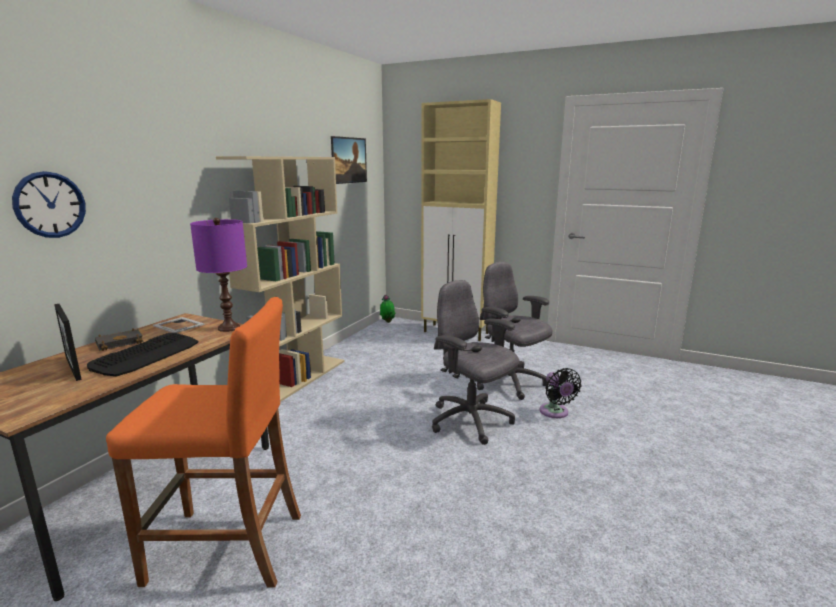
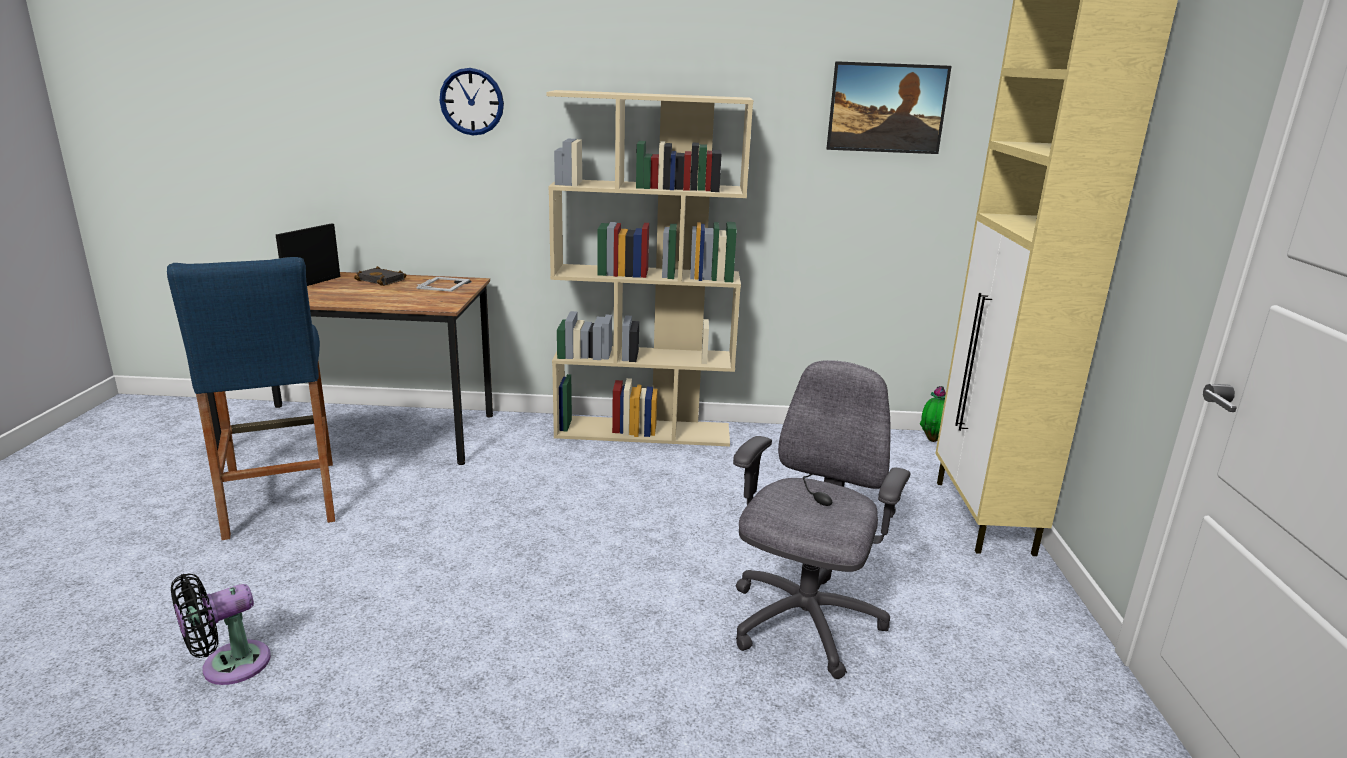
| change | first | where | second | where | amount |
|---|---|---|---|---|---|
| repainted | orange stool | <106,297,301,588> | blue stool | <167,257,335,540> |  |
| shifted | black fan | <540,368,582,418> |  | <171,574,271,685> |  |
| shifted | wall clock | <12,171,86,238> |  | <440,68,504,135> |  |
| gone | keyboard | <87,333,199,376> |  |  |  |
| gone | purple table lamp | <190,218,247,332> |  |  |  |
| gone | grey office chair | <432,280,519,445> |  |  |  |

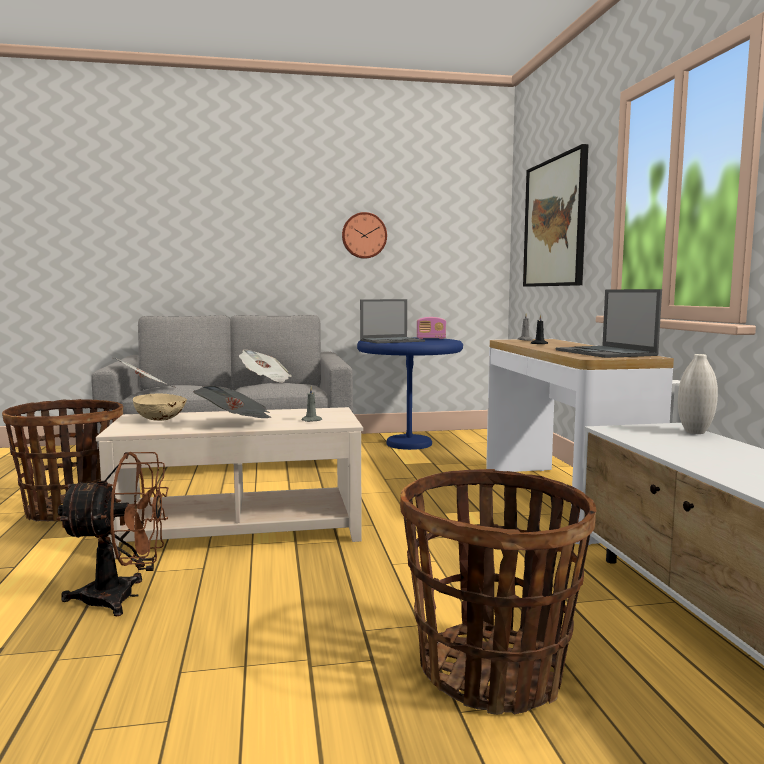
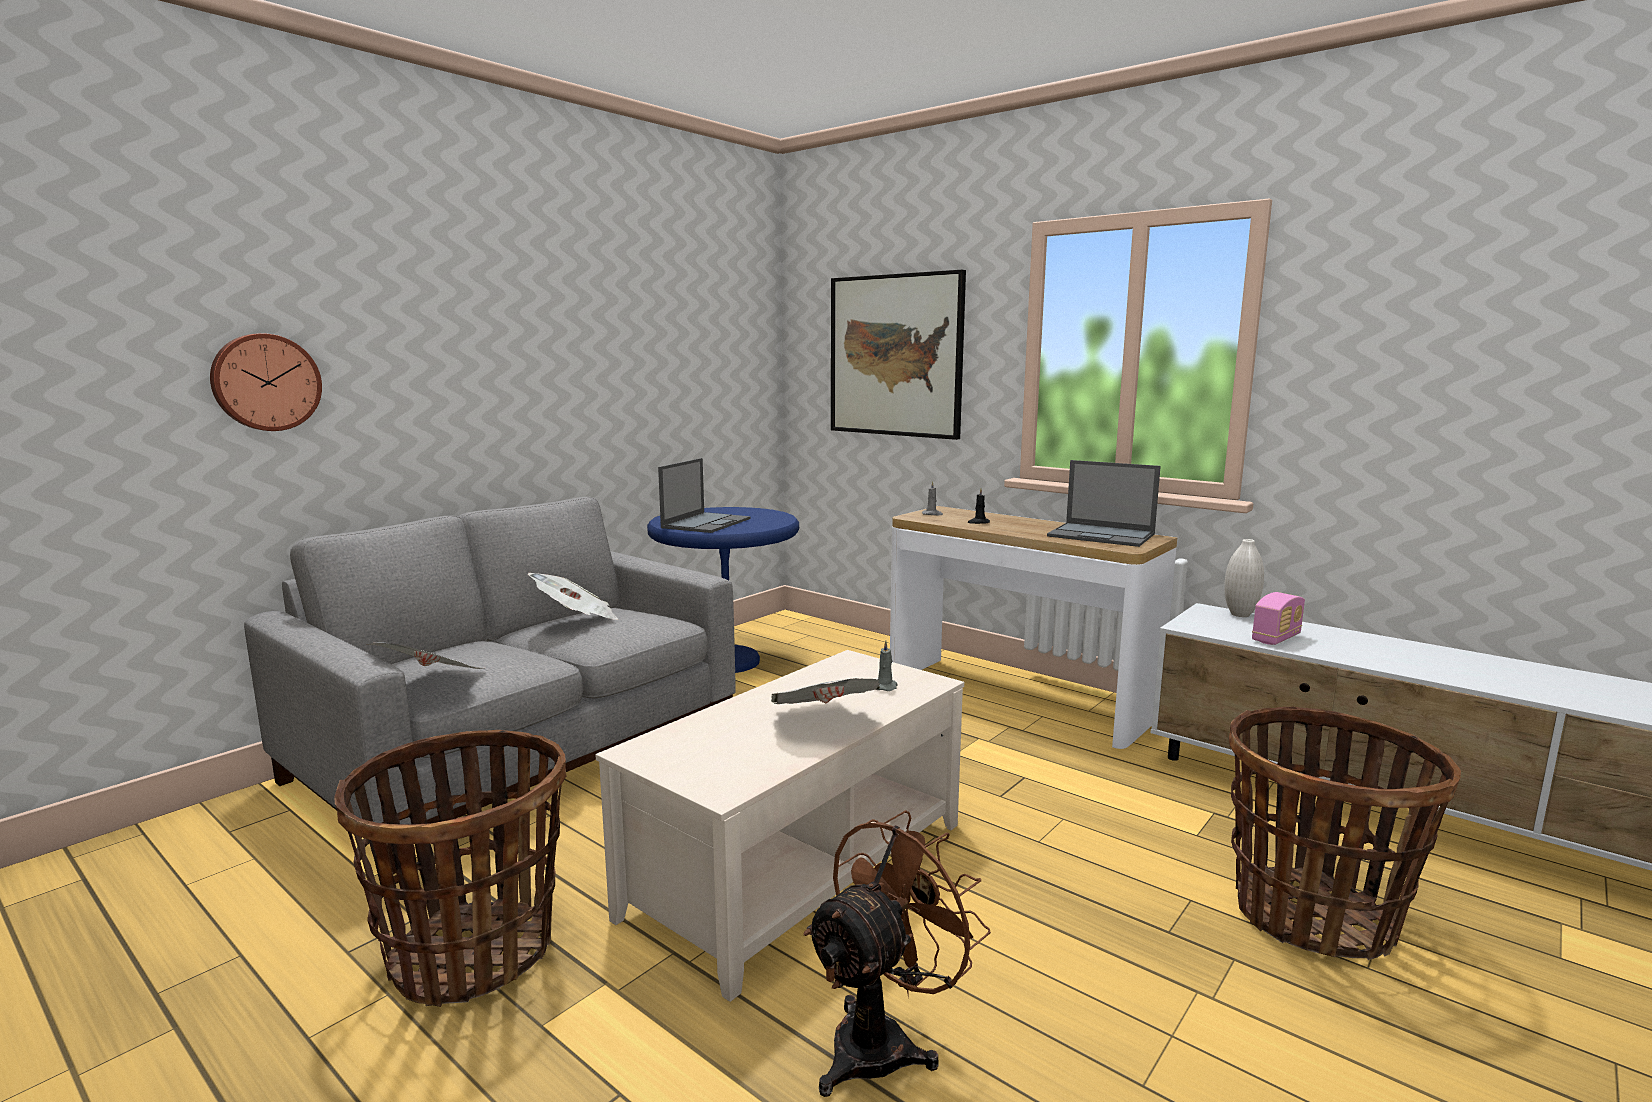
| change | first | where | second | where | amount |
|---|---|---|---|---|---|
| shifted | wall clock | <342,212,387,259> |  | <210,333,322,431> |  |
| shifted | radio | <416,317,446,339> |  | <1252,592,1305,645> |  |
| gone | beige bowl | <133,394,187,421> |  |  |  |

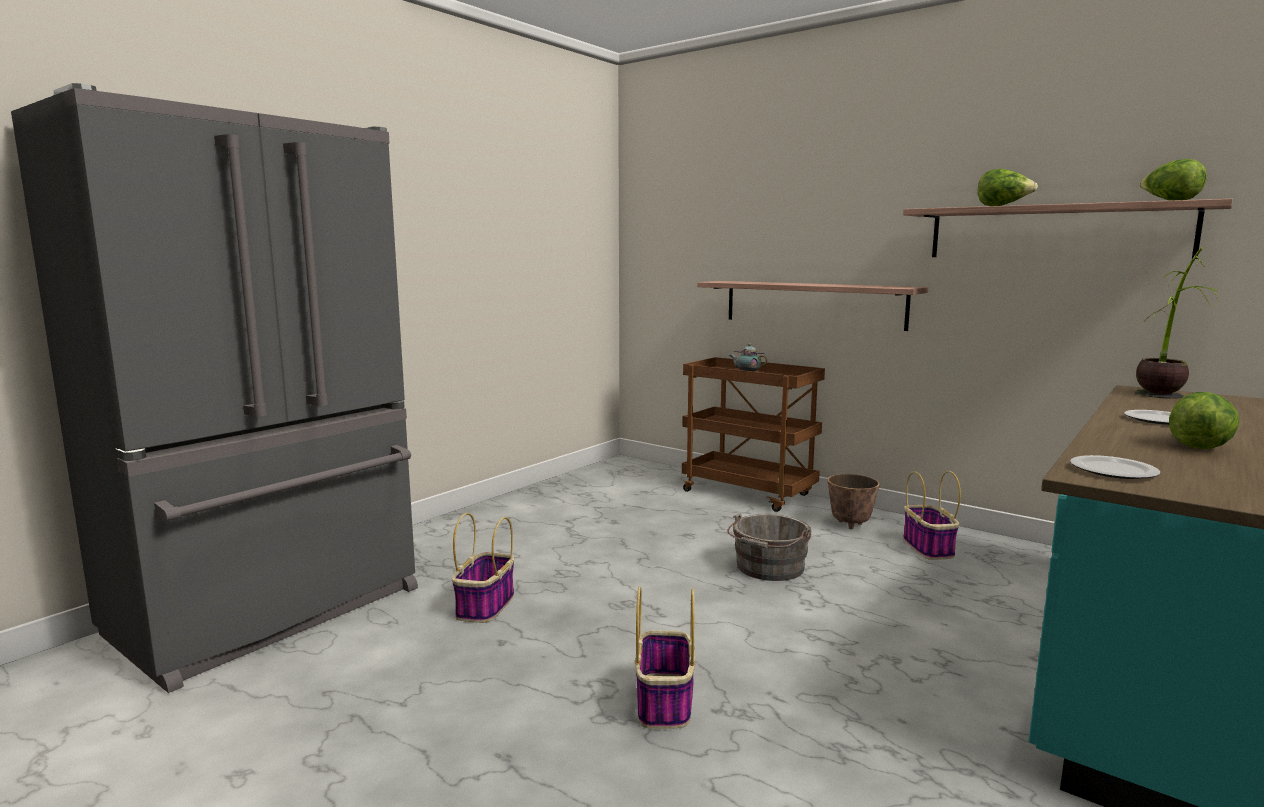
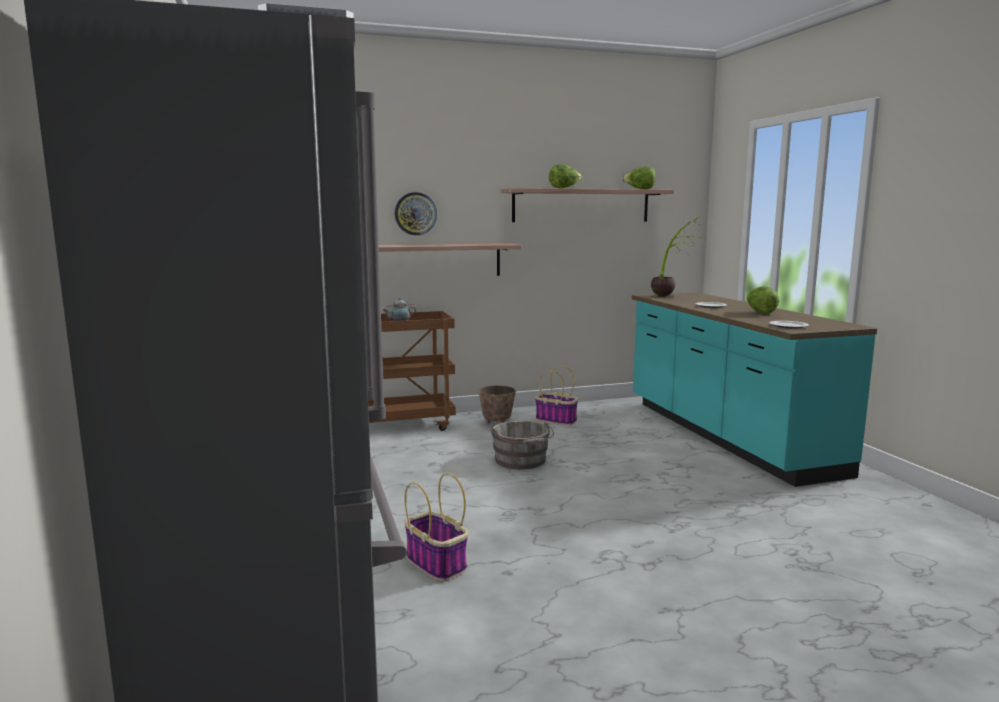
| change | first | where | second | where | amount |
|---|---|---|---|---|---|
| new |  |  | wall clock | <395,192,437,235> |  |
| gone | basket | <635,586,695,729> |  |  |  |

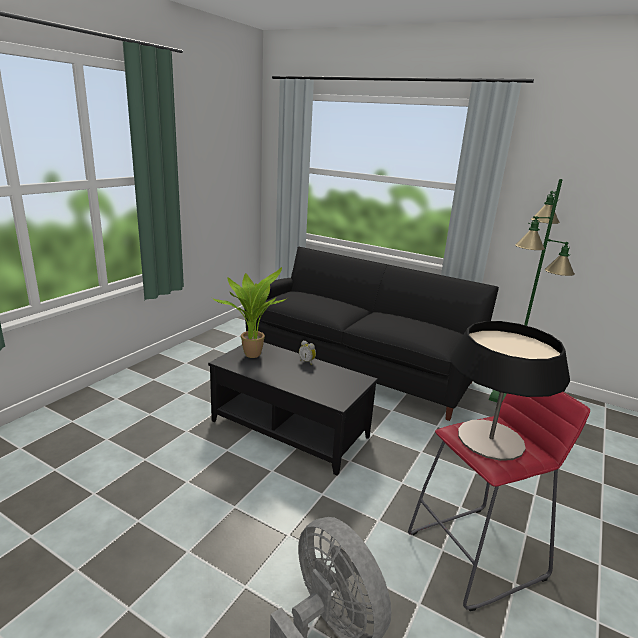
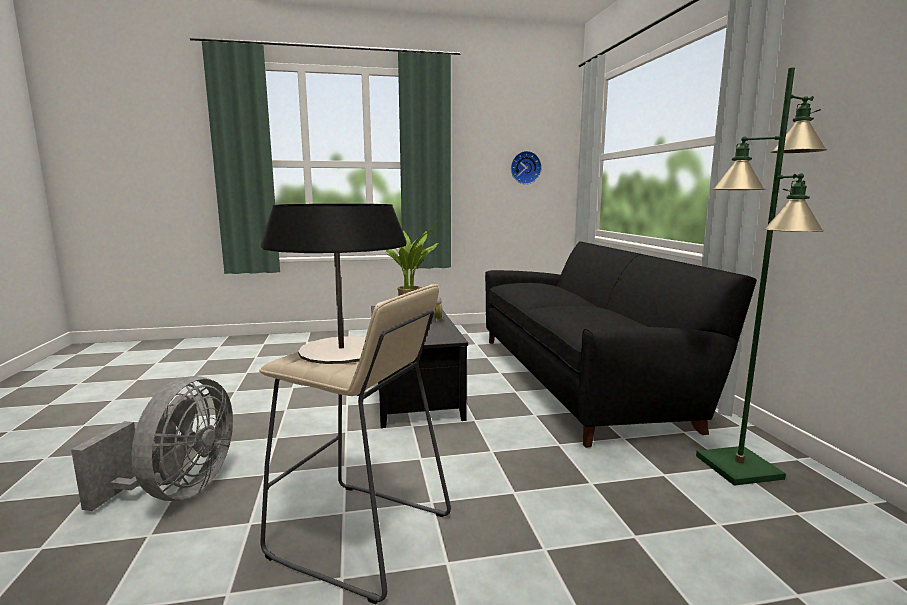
| change | first | where | second | where | amount |
|---|---|---|---|---|---|
| repainted | red stool | <408,392,590,611> | beige stool | <259,284,451,604> |  |
| new |  |  | wall clock | <511,151,542,184> |  |

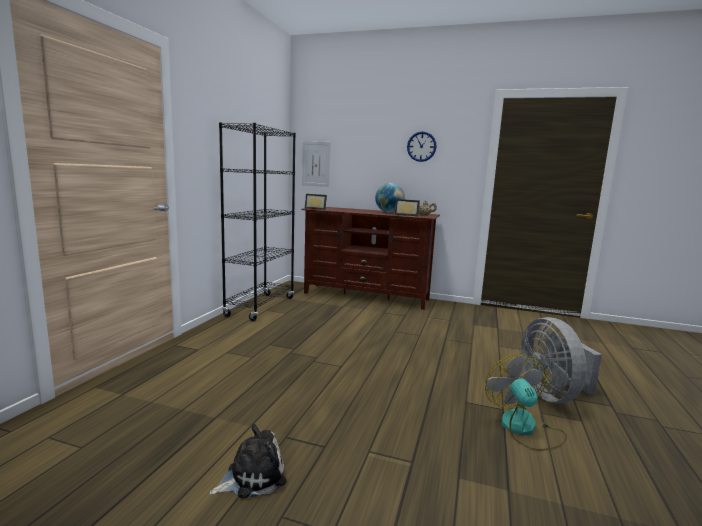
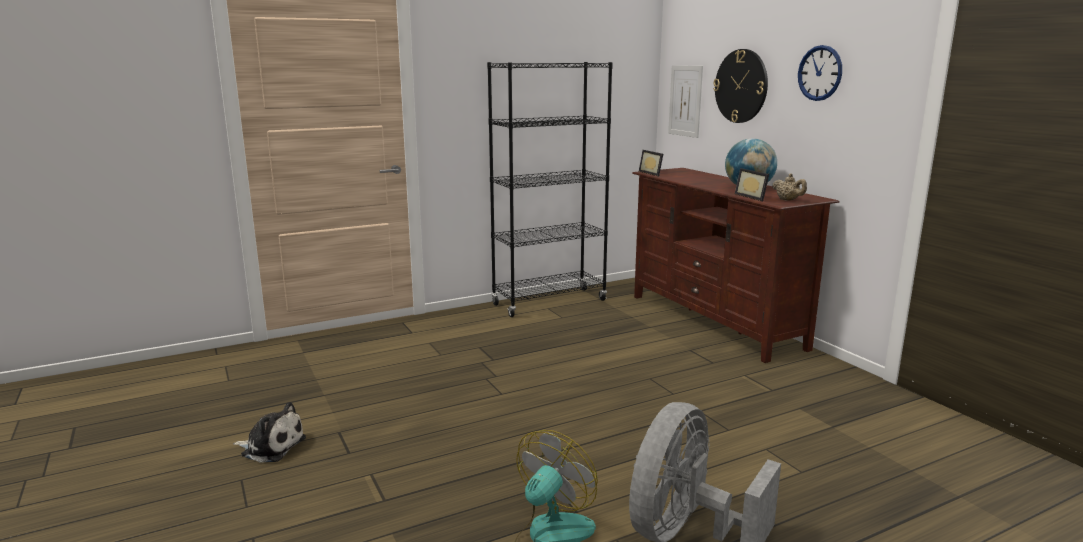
| change | first | where | second | where | amount |
|---|---|---|---|---|---|
| new |  |  | wall clock | <713,49,768,123> |  |

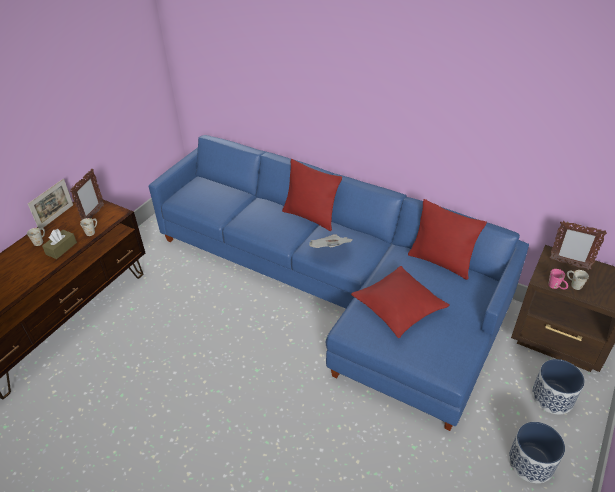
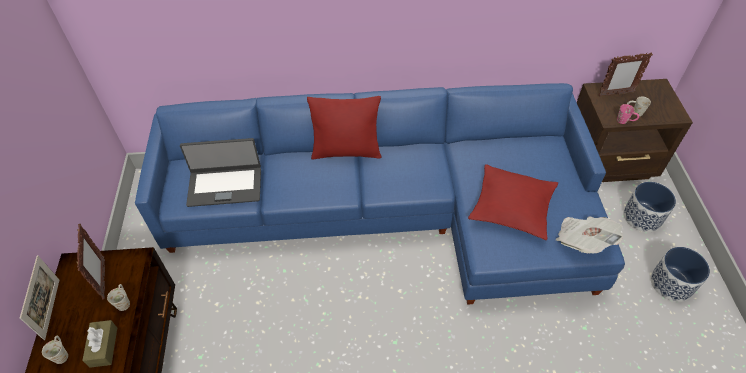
| change | first | where | second | where | amount |
|---|---|---|---|---|---|
| new |  |  | laptop | <180,138,261,207> |  |
| shifted | newspaper | <309,234,353,248> |  | <556,217,623,253> |  |
| gone | red pillow | <408,199,487,280> |  |  |  |

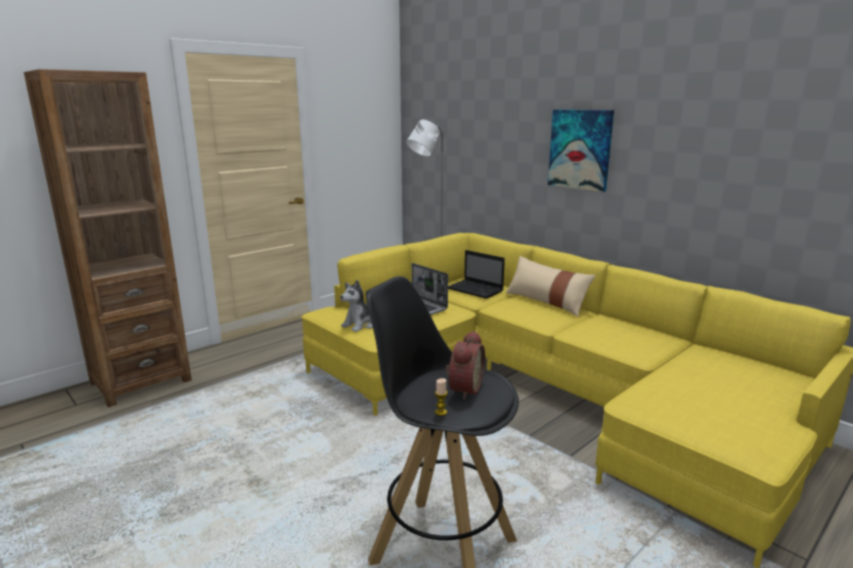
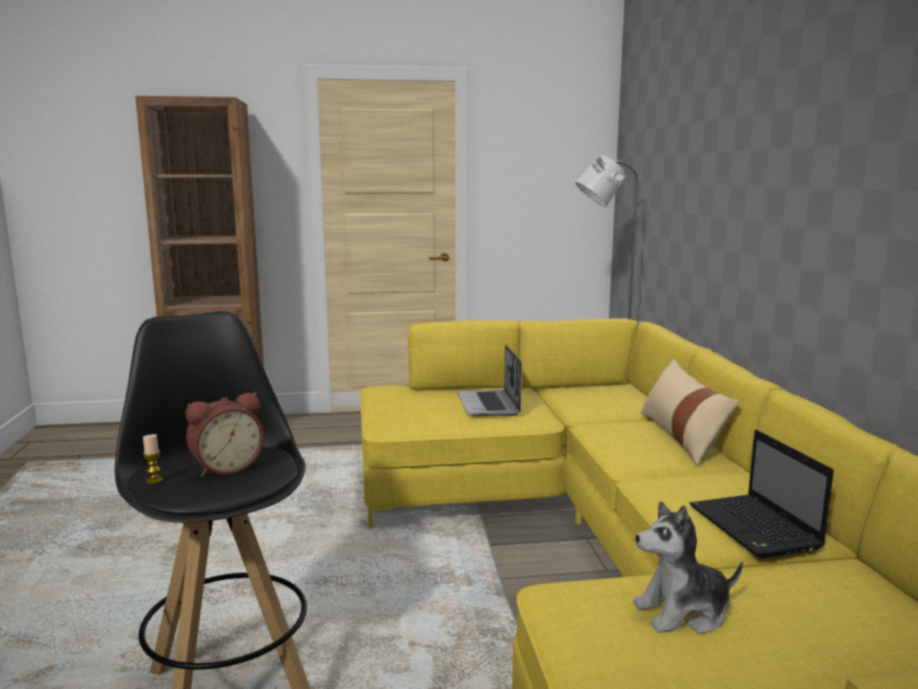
| change | first | where | second | where | amount |
|---|---|---|---|---|---|
| shifted | plush toy | <340,280,373,332> |  | <633,501,743,634> |  |
| shifted | laptop | <448,250,505,299> |  | <689,430,834,559> |  |
| gone | picture | <548,109,614,192> |  |  |  |

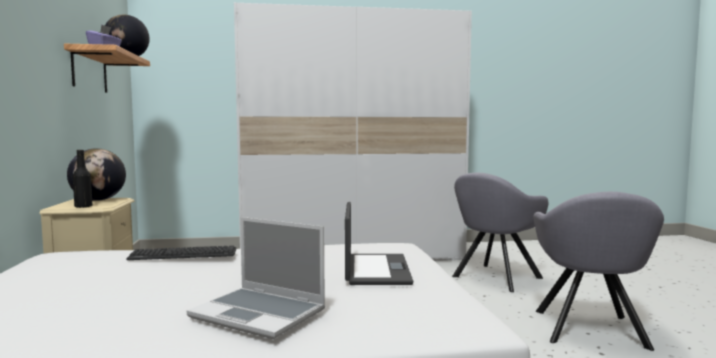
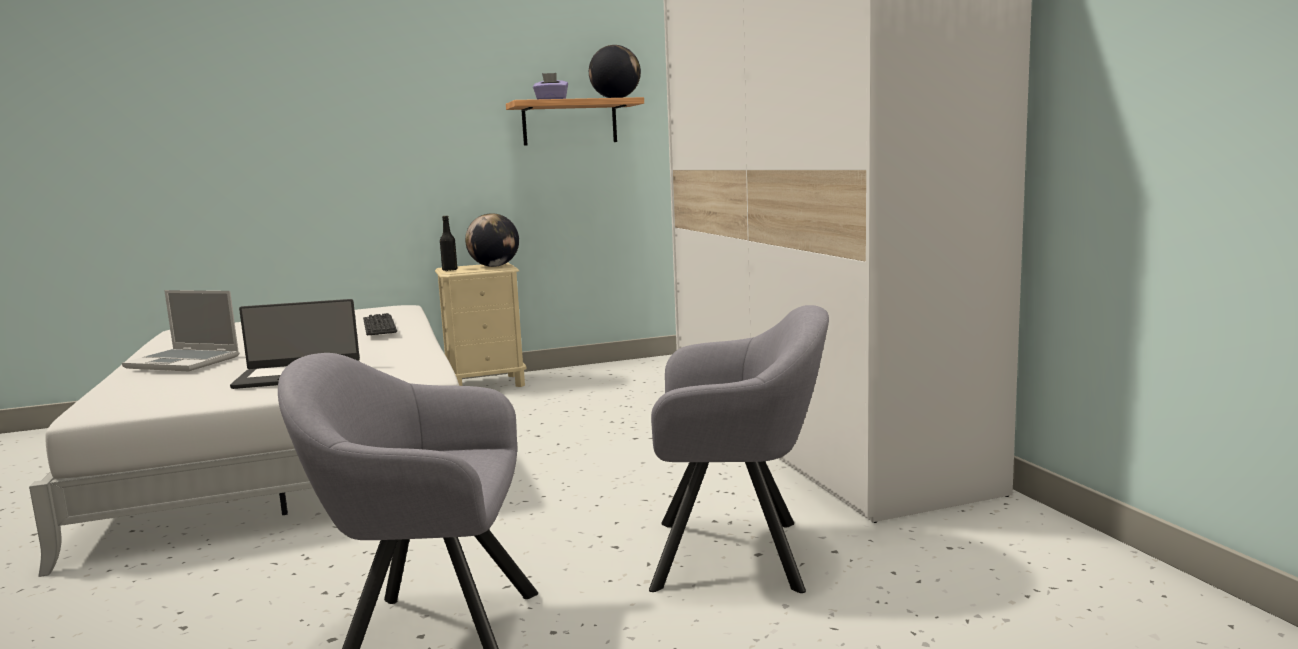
| change | first | where | second | where | amount |
|---|---|---|---|---|---|
| rotated | laptop | <187,217,325,339> |  | <122,290,239,371> | 90 degrees counterclockwise |
| rotated | grey armchair | <452,173,548,292> |  | <649,305,829,593> | 150 degrees clockwise |

